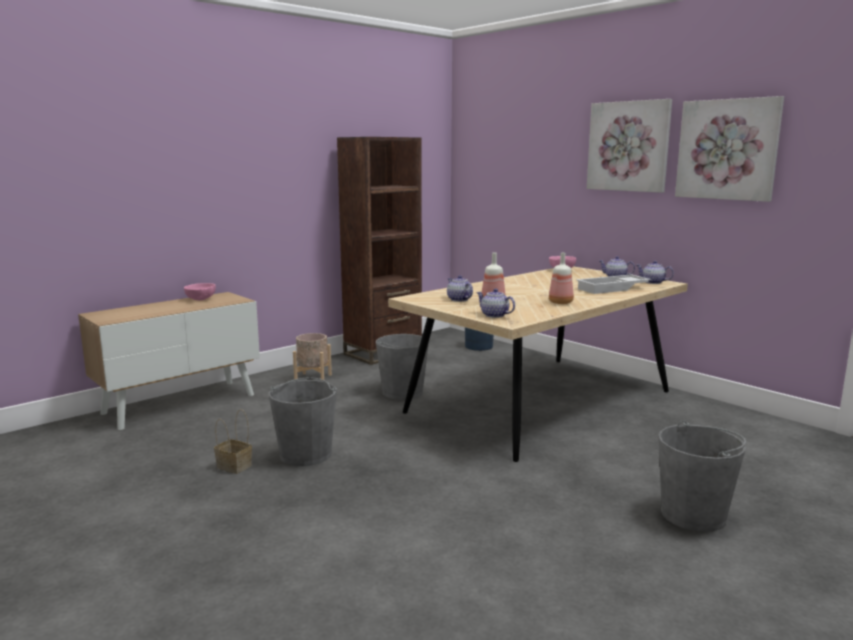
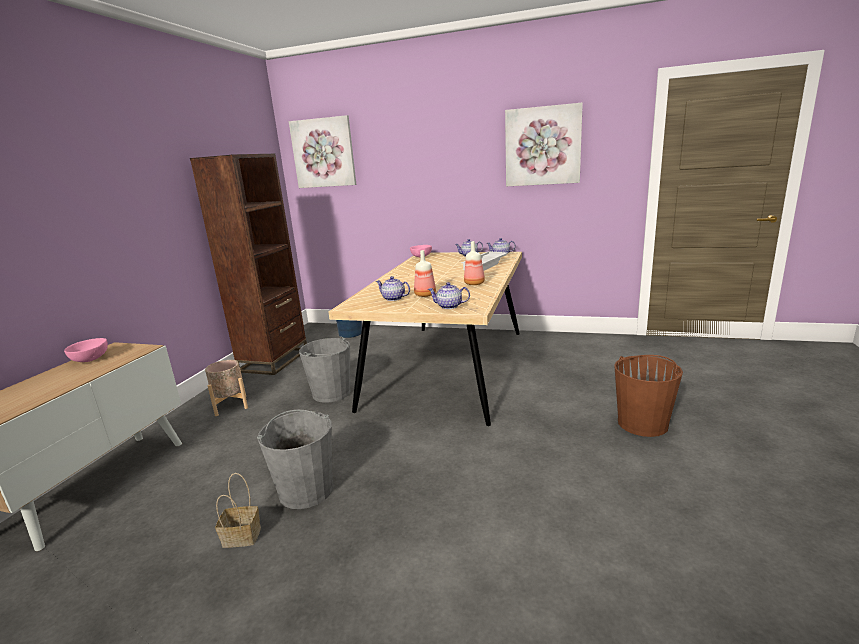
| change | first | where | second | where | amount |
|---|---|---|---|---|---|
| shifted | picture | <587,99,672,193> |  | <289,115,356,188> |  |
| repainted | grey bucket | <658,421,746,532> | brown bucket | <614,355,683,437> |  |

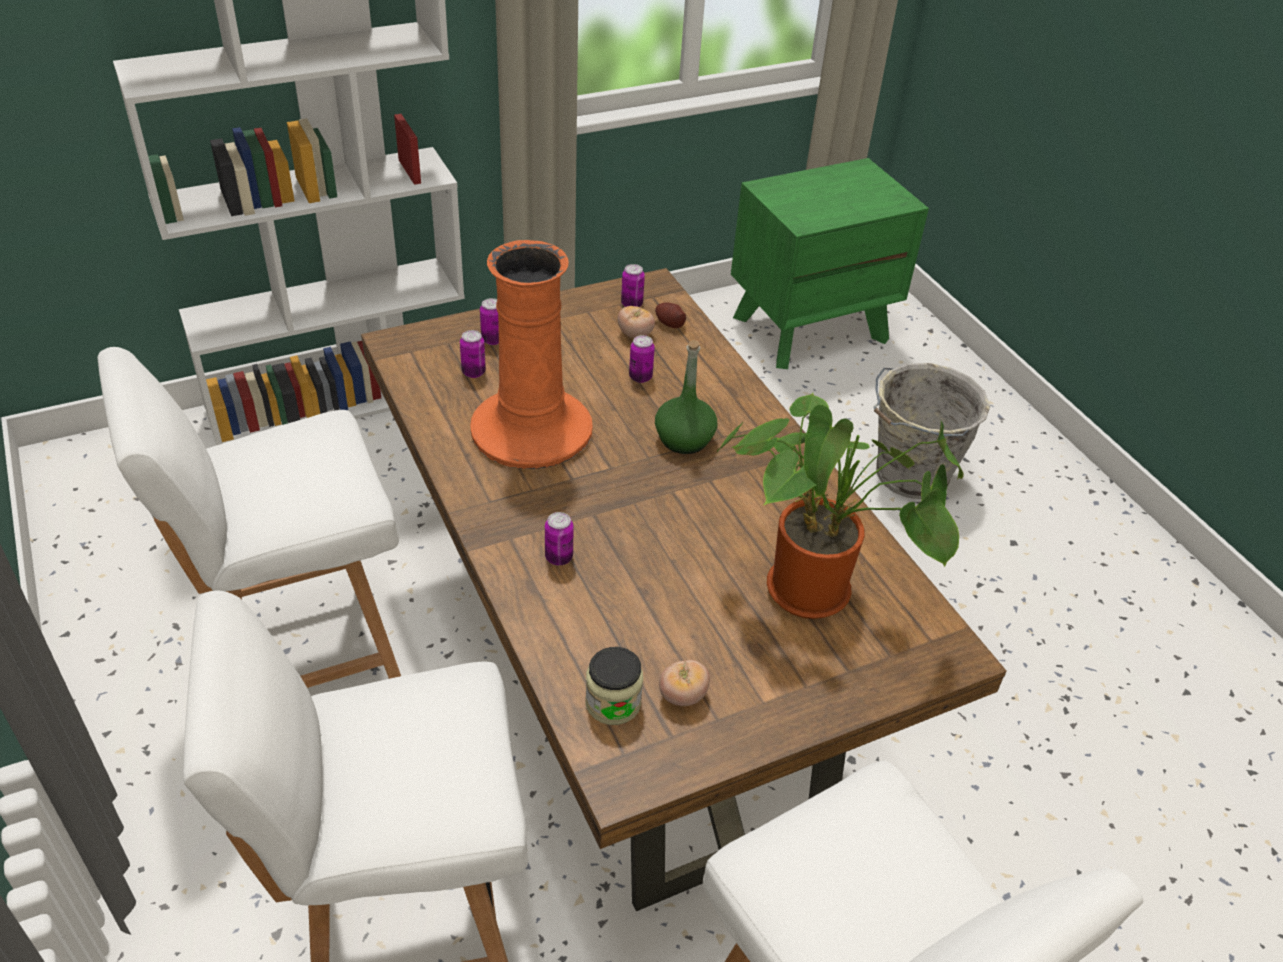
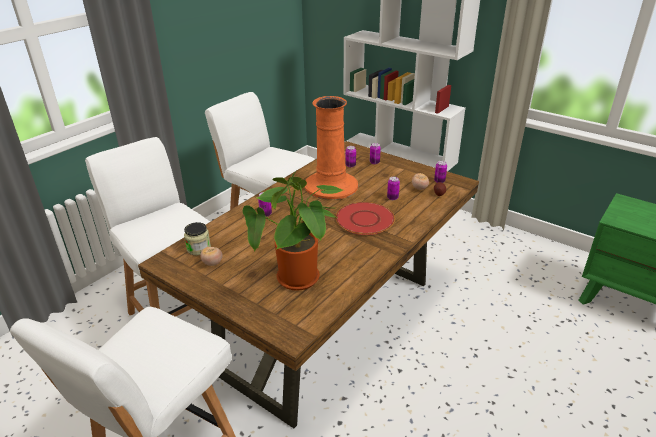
| change | first | where | second | where | amount |
|---|---|---|---|---|---|
| swapped | green bottle | <655,340,717,454> | red plate | <336,202,395,235> |  |
| gone | grey bucket | <874,363,990,499> |  |  |  |

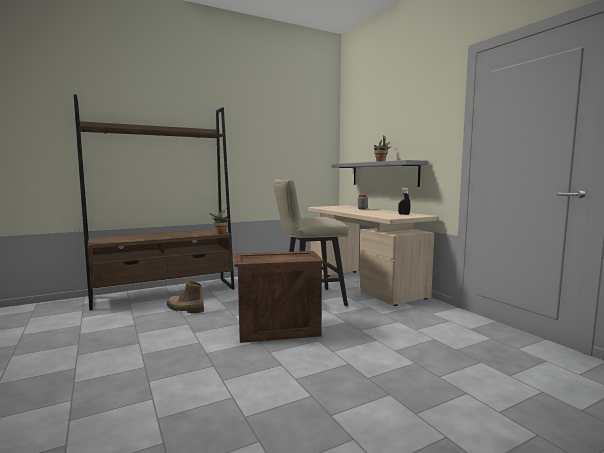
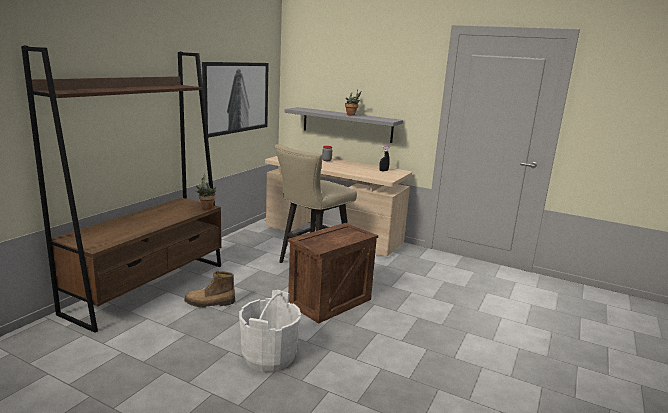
| change | first | where | second | where | amount |
|---|---|---|---|---|---|
| new |  |  | picture | <202,62,269,138> |  |
| new |  |  | white bucket | <239,290,301,372> |  |

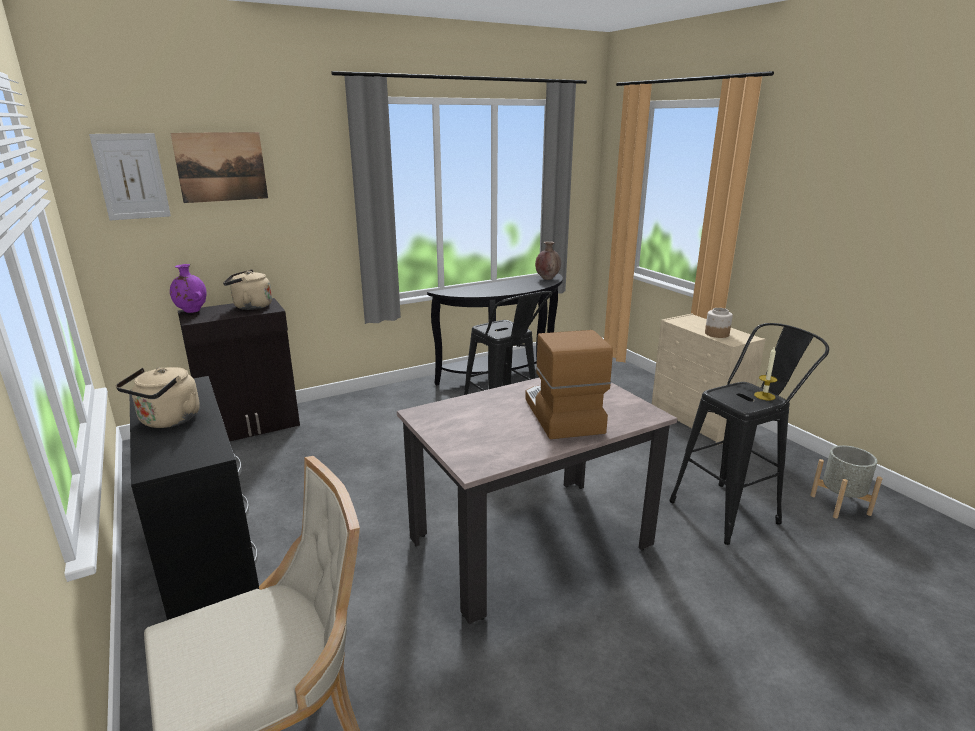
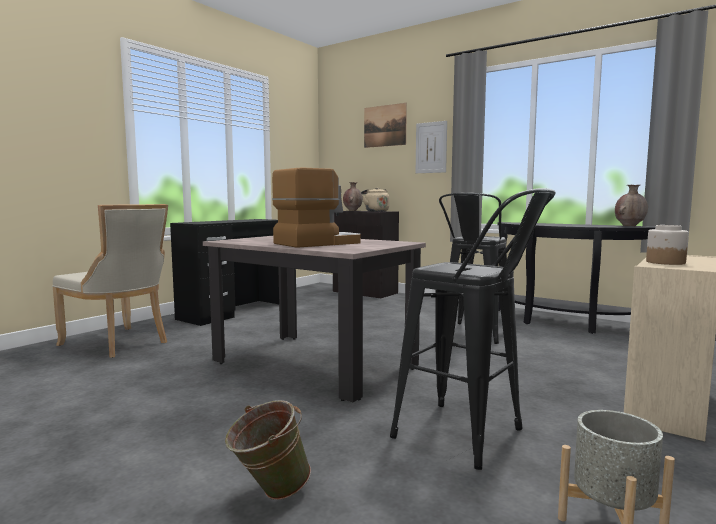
| change | first | where | second | where | amount |
|---|---|---|---|---|---|
| new |  |  | green bucket | <225,400,311,500> |  |
| repainted | purple vase | <170,264,207,313> | brown vase | <343,182,363,211> |  |
| shifted | picture | <89,133,171,220> |  | <416,121,447,173> |  |
| gone | beige kettle | <116,367,200,428> |  |  |  |
| gone | candle | <754,346,777,401> |  |  |  |

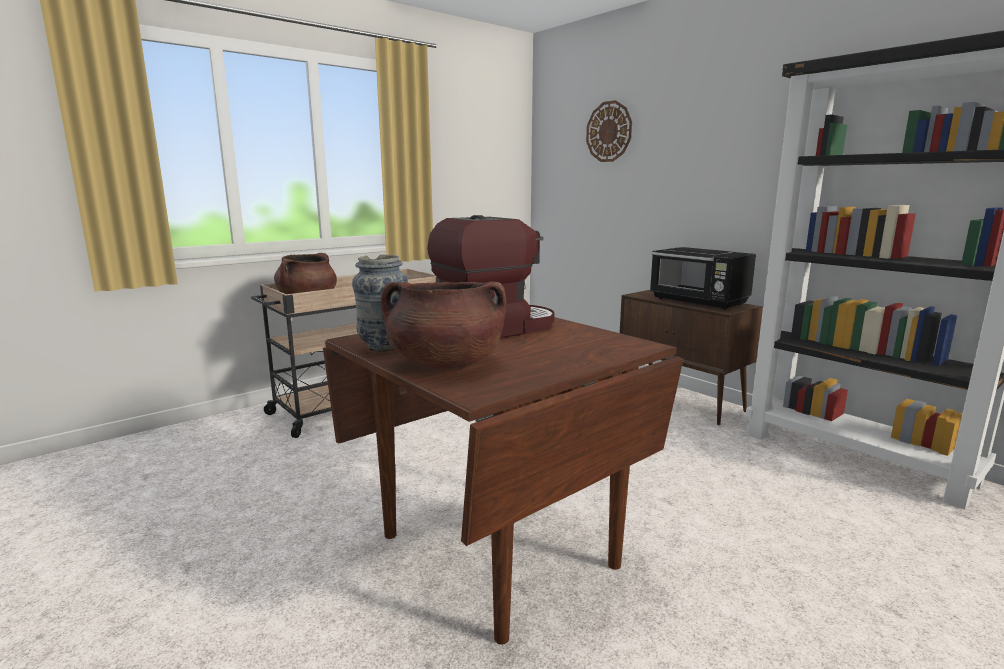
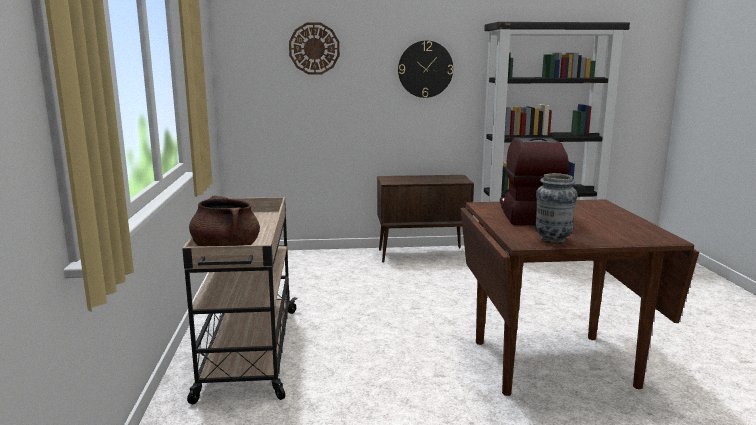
| change | first | where | second | where | amount |
|---|---|---|---|---|---|
| new |  |  | wall clock | <398,41,453,98> |  |
| gone | brown cooking pot | <381,282,506,369> |  |  |  |
| gone | black microwave | <650,247,756,310> |  |  |  |

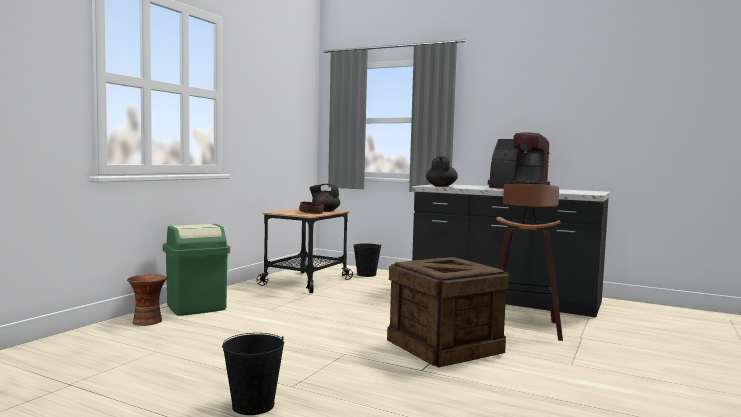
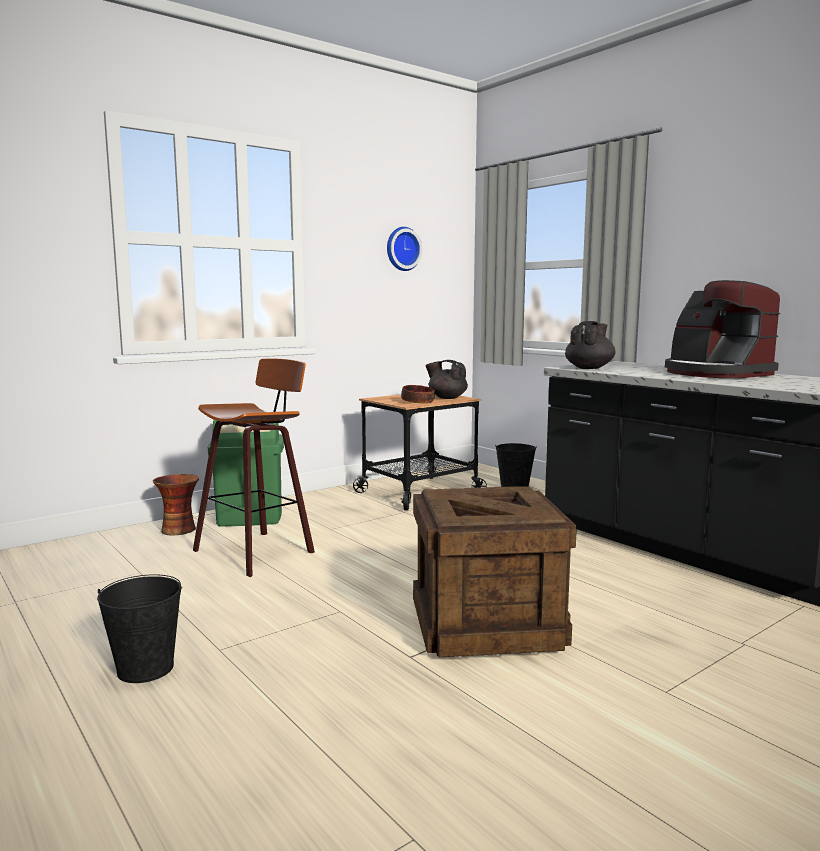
| change | first | where | second | where | amount |
|---|---|---|---|---|---|
| shifted | stool | <496,184,563,341> |  | <193,359,315,577> |  |
| new |  |  | wall clock | <387,227,422,271> |  |

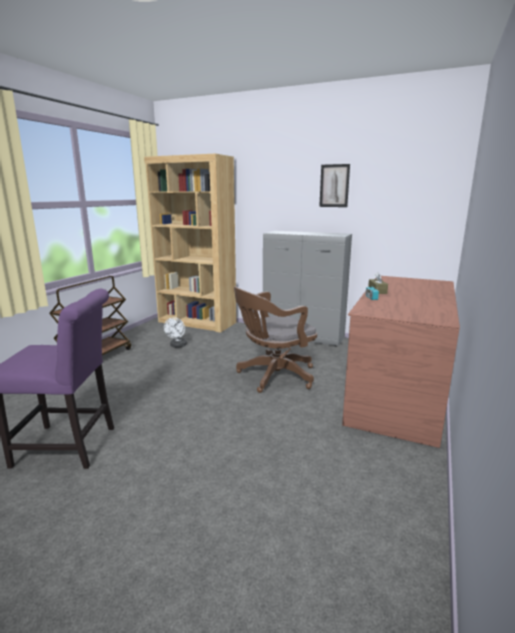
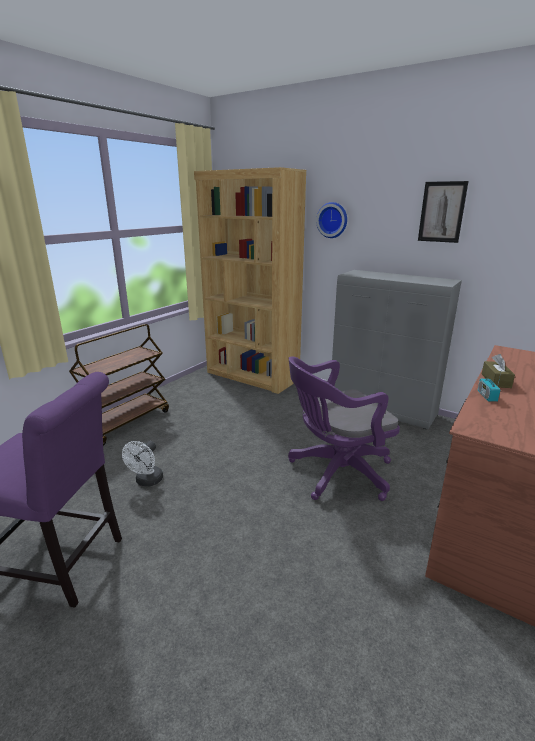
| change | first | where | second | where | amount |
|---|---|---|---|---|---|
| shifted | white fan | <164,317,187,348> |  | <122,441,163,486> |  |
| repainted | brown office chair | <234,287,317,393> | purple office chair | <288,356,400,501> |  |
| new |  |  | wall clock | <316,202,347,238> |  |

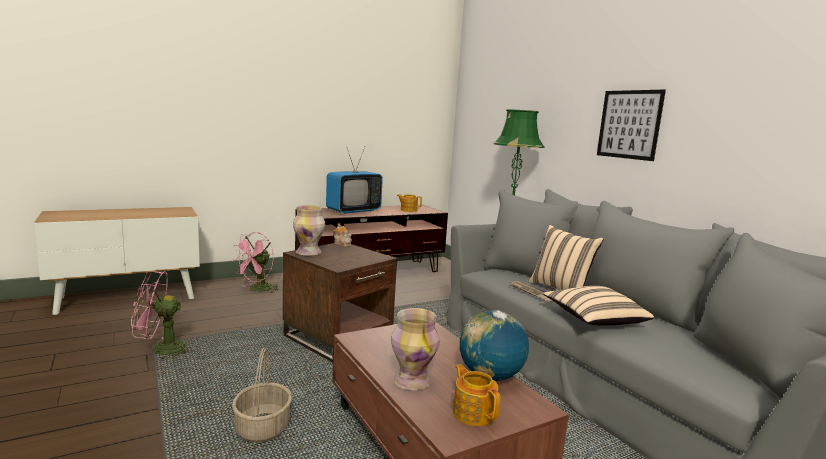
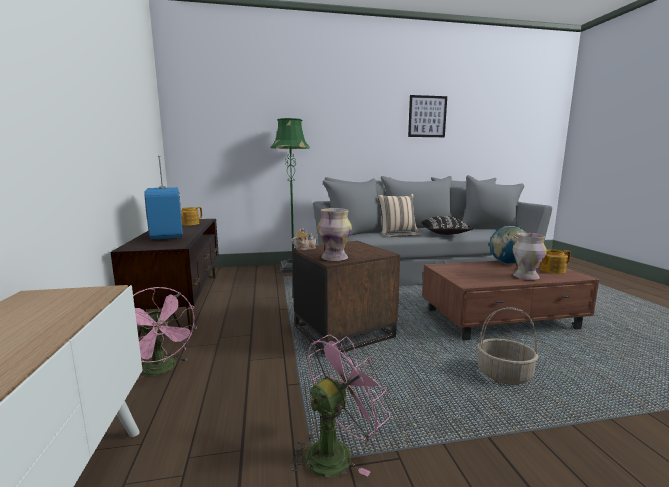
| change | first | where | second | where | amount |
|---|---|---|---|---|---|
| rotated | pink fan | <131,271,194,360> |  | <290,335,390,477> | 135 degrees counterclockwise |
| shifted | picture | <597,90,666,161> |  | <408,95,447,137> |  |
| repainted | beige pillow | <543,286,654,325> | black pillow | <421,216,473,235> |  |

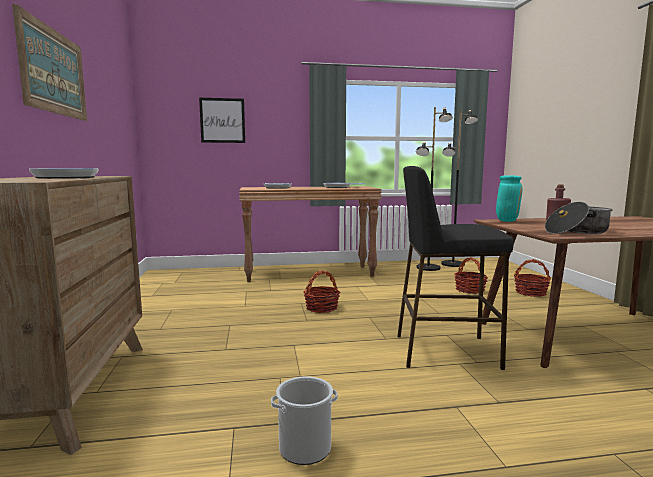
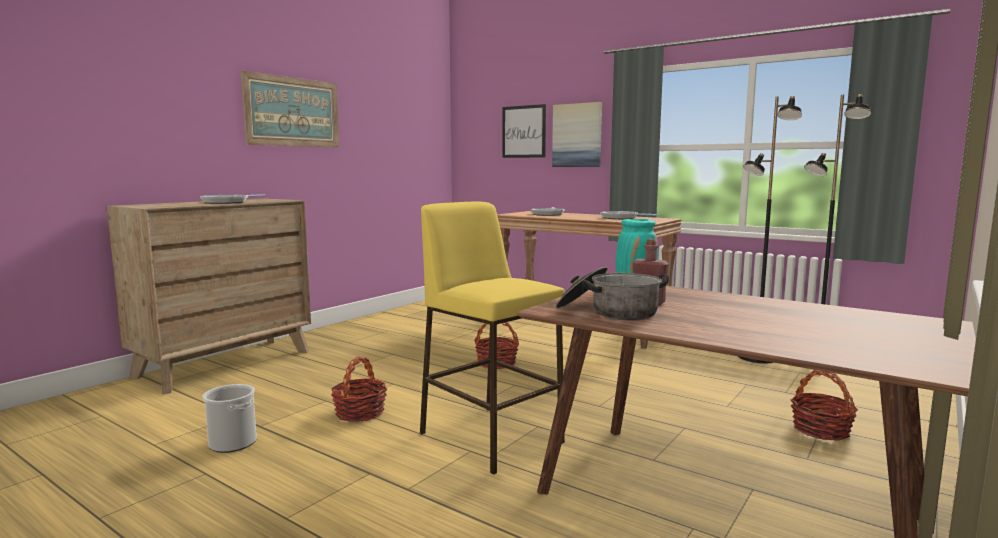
| change | first | where | second | where | amount |
|---|---|---|---|---|---|
| shifted | basket | <455,257,488,294> |  | <331,357,387,422> |  |
| repainted | black stool | <397,166,514,370> | yellow stool | <420,201,565,474> |  |
| new |  |  | picture | <552,102,602,167> |  |

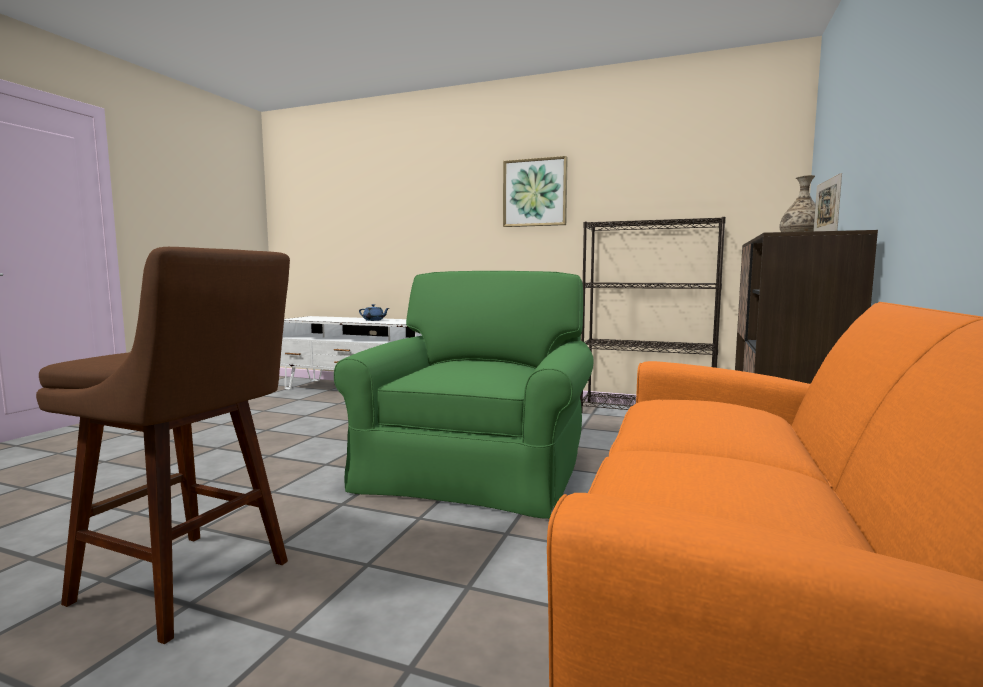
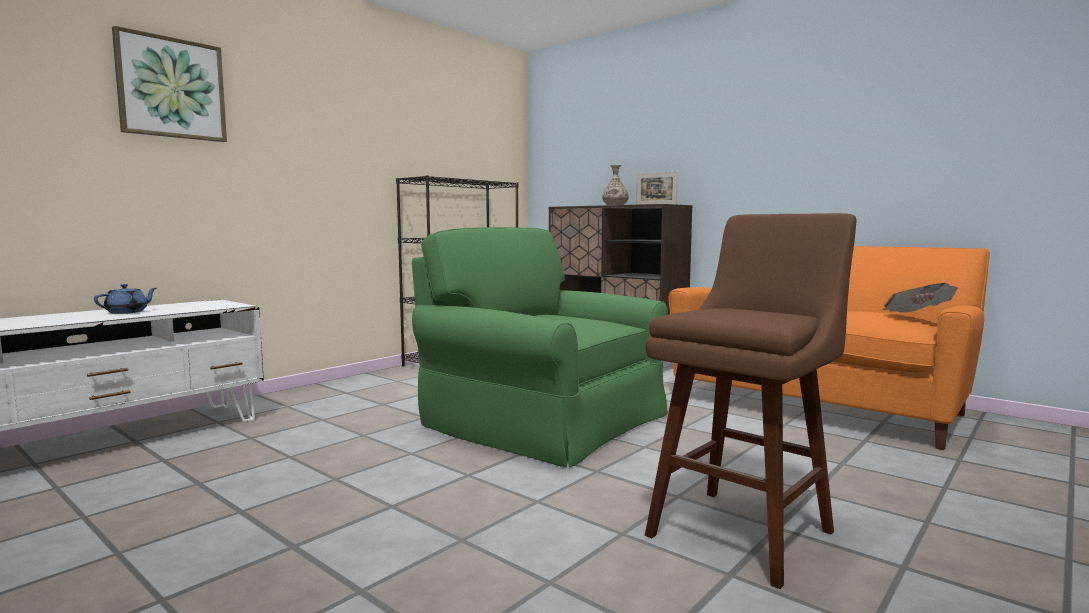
| change | first | where | second | where | amount |
|---|---|---|---|---|---|
| shifted | picture | <503,156,568,227> |  | <112,26,227,142> |  |
| new |  |  | newspaper | <882,283,958,313> |  |

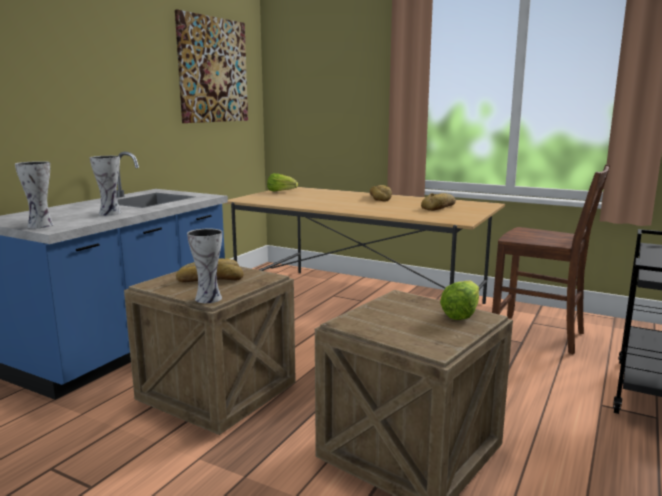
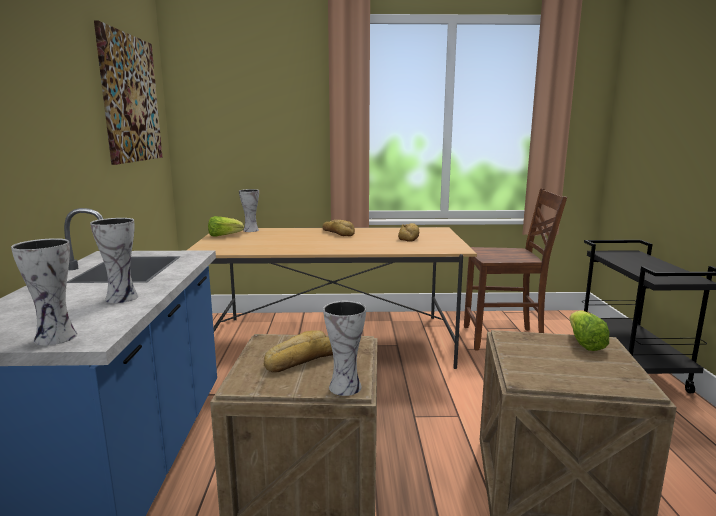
| change | first | where | second | where | amount |
|---|---|---|---|---|---|
| new |  |  | vase | <239,189,259,232> |  |

